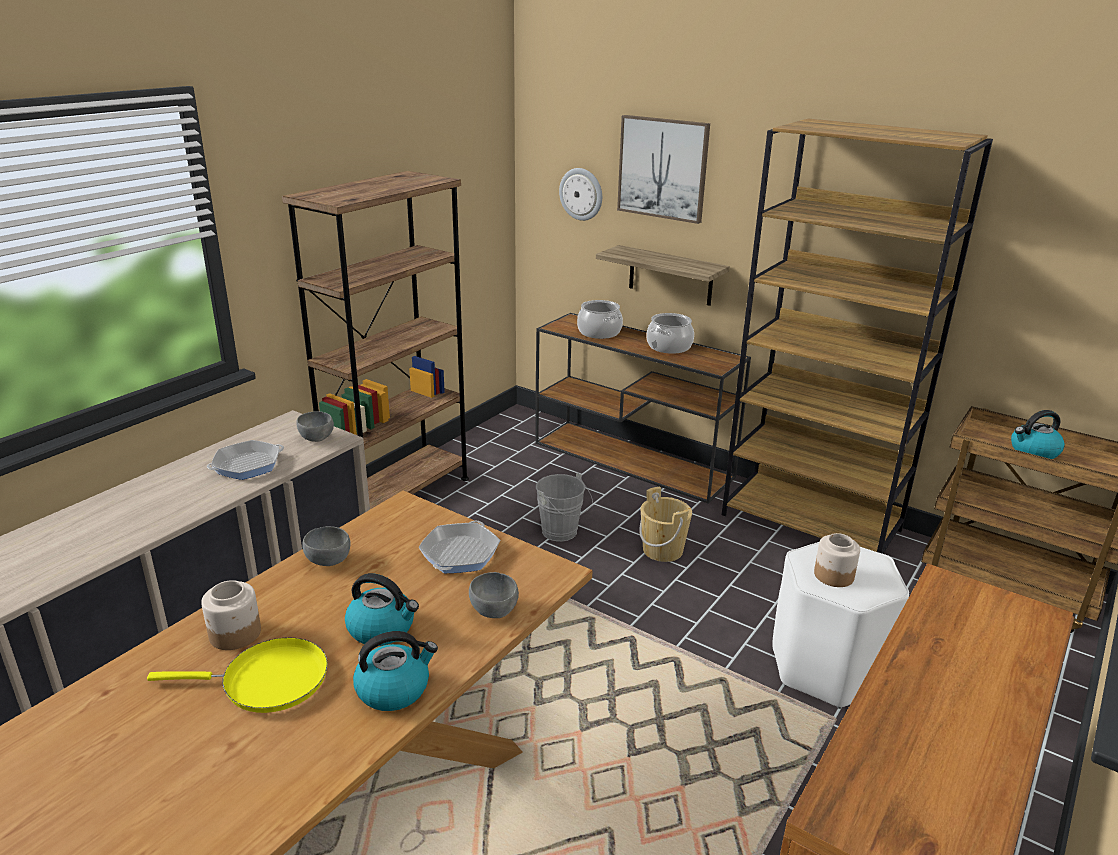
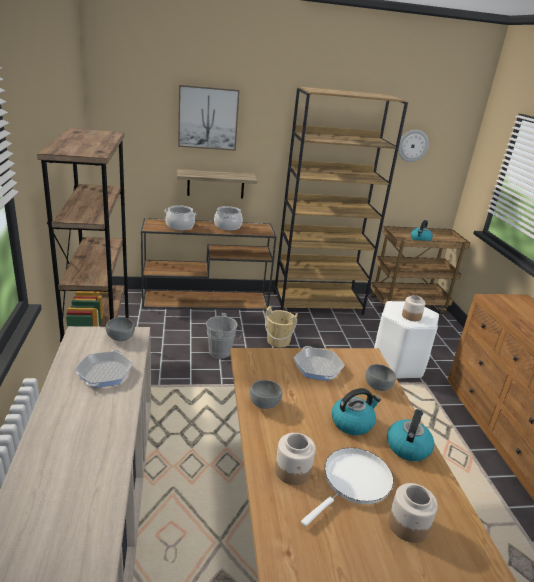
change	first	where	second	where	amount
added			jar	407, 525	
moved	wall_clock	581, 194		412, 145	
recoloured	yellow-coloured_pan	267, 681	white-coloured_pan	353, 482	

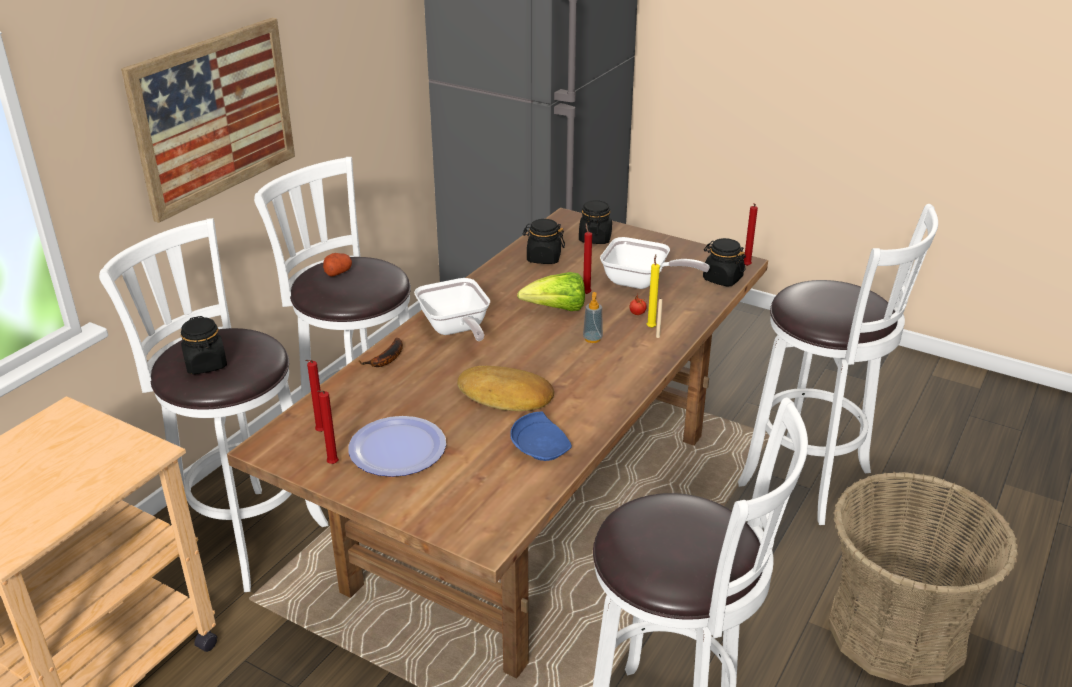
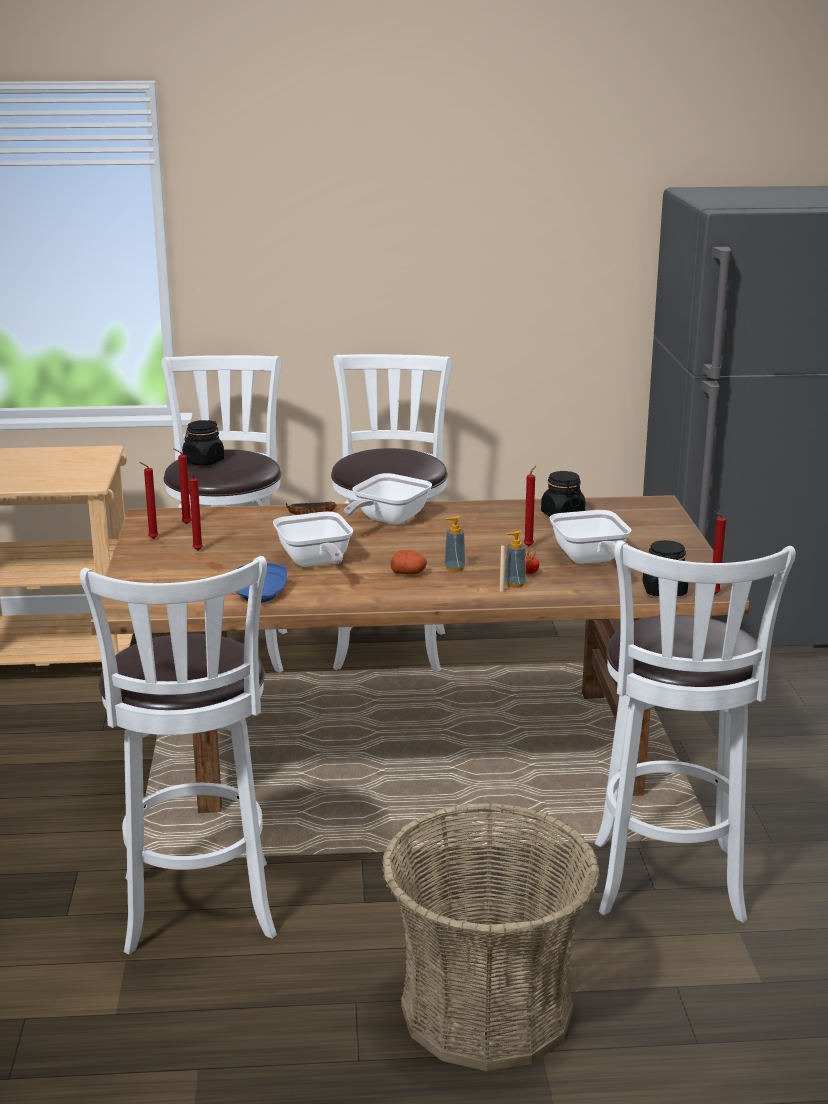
change	first	where	second	where	amount
removed	picture	214, 116			
removed	lettuce_head	556, 310			
removed	black_jar	595, 238			
moved	whole_potato	338, 272		409, 573	
replaced	plate	397, 448	red-coloured_candle	197, 551	
replaced	baked_bread	505, 396	pan	315, 563	
replaced	yellow-coloured_candle	651, 327	liquid_soap_bottle	514, 584	

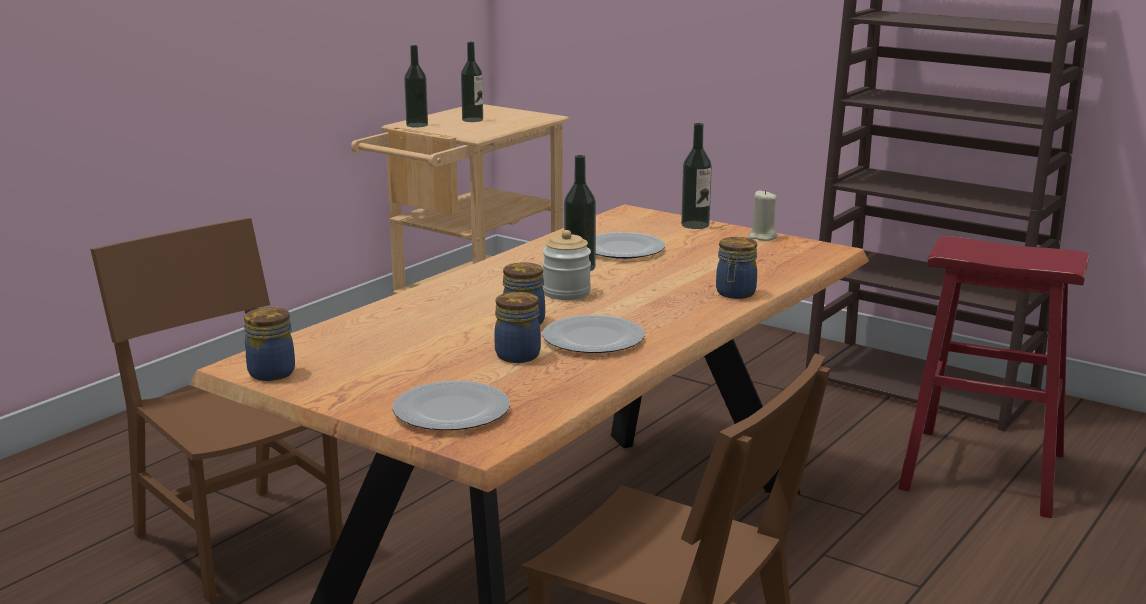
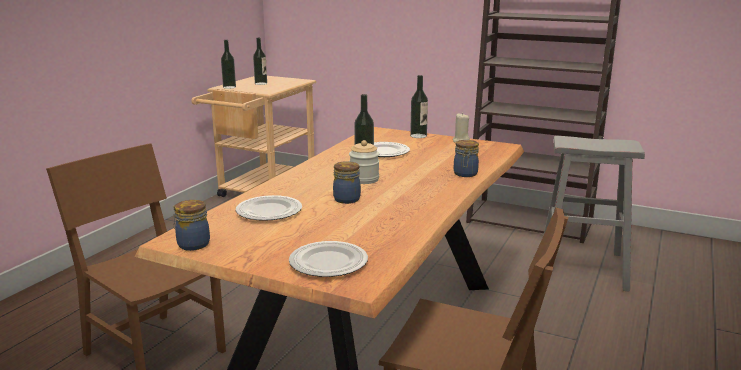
change	first	where	second	where	amount
removed	jar	517, 355			
moved	plate	594, 339		270, 211	
recoloured	red-coloured_stool	983, 471	grey_stool	582, 267	

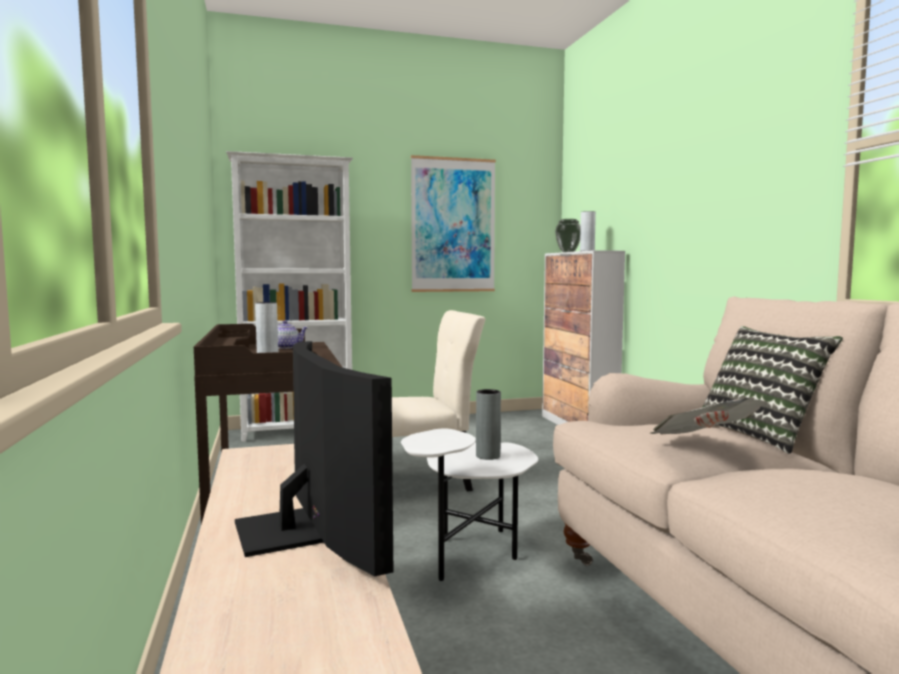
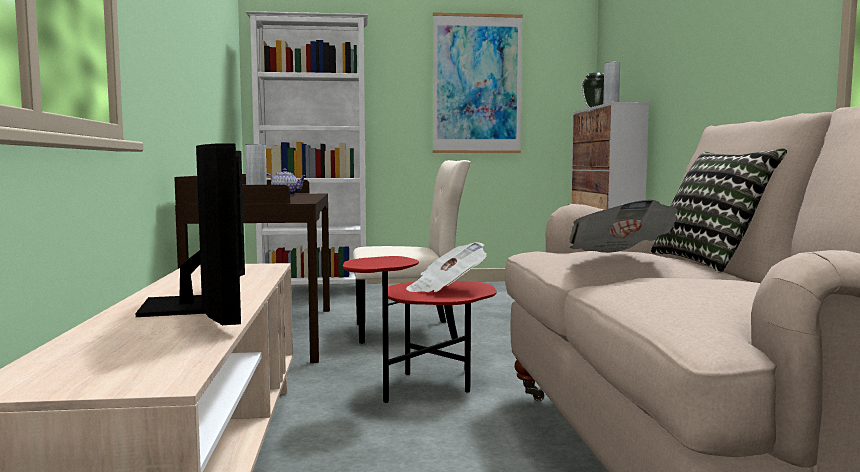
change	first	where	second	where	amount
replaced	grey_flower_vase	488, 456	daily_paper	446, 289	
recoloured	white-coloured_accent_table	470, 556	red-coloured_accent_table	425, 387	

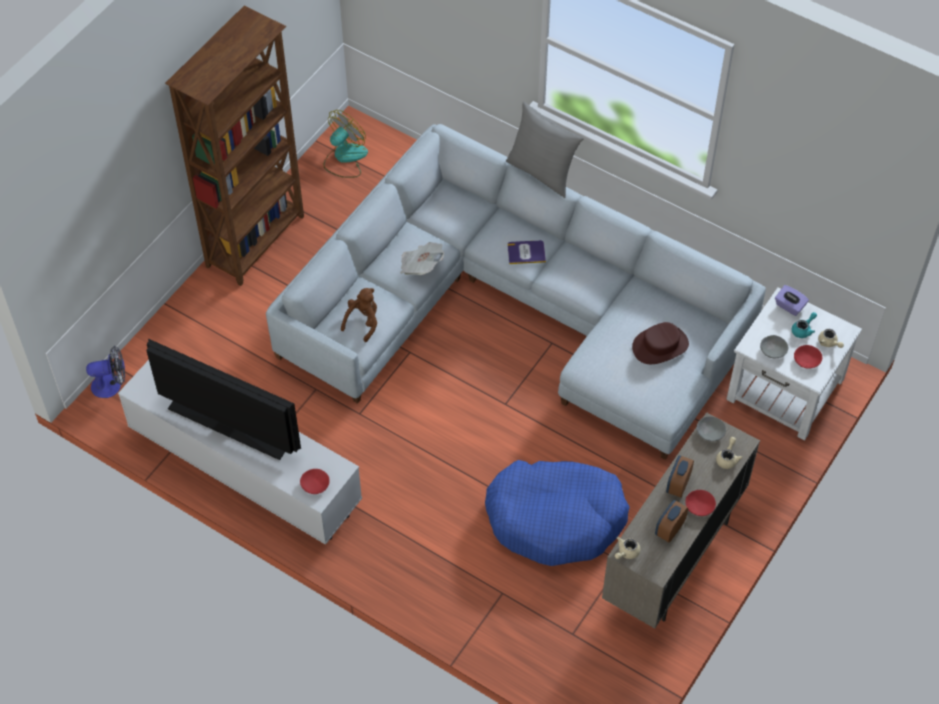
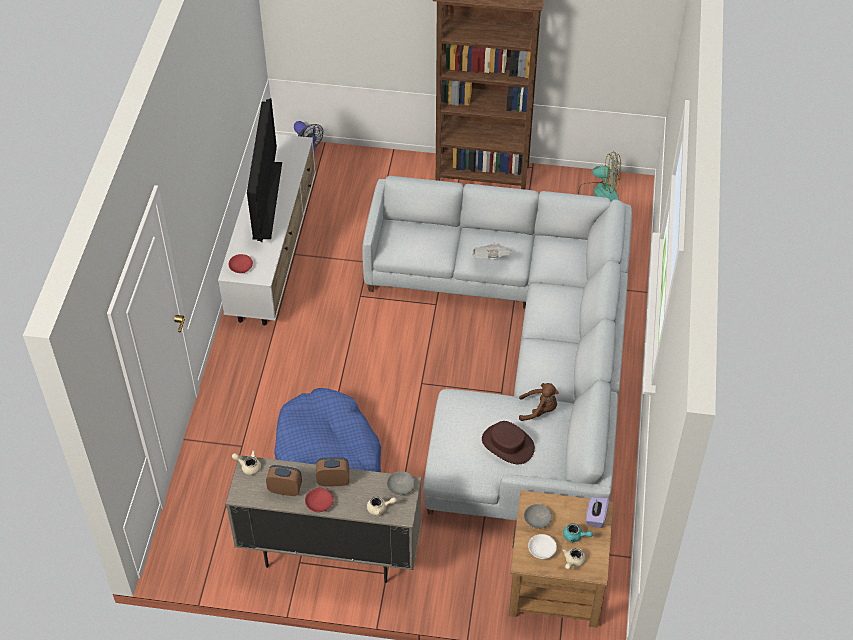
change	first	where	second	where	amount
removed	grey_cushion	542, 172			
removed	volume	526, 252			
moved	brown-coloured_plush_toy	363, 322		539, 410	
recoloured	white-coloured_accent_table	785, 389	brown-coloured_accent_table	556, 582	
recoloured	red-coloured_bowl	806, 360	white-coloured_bowl	541, 549	

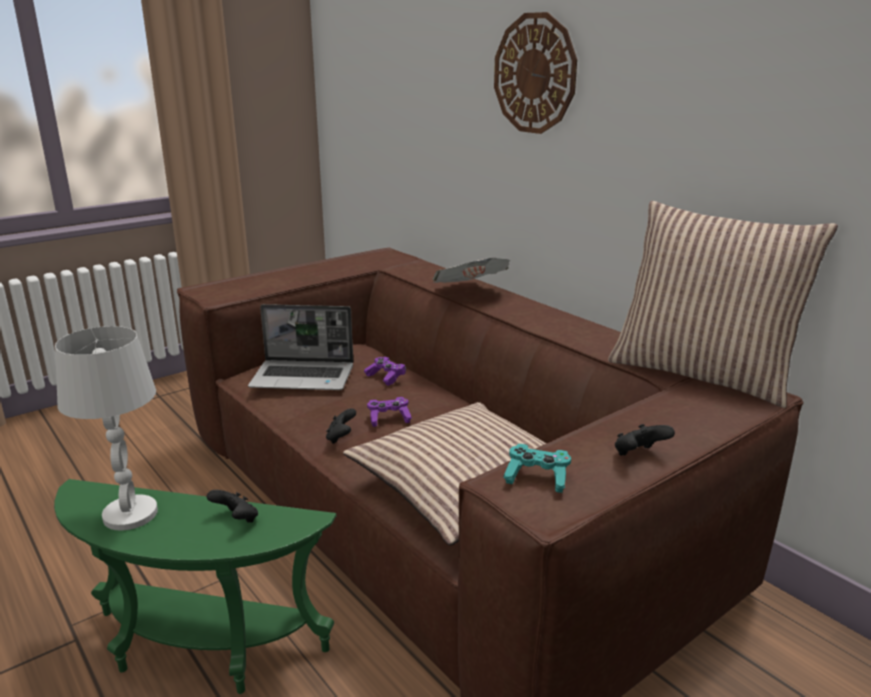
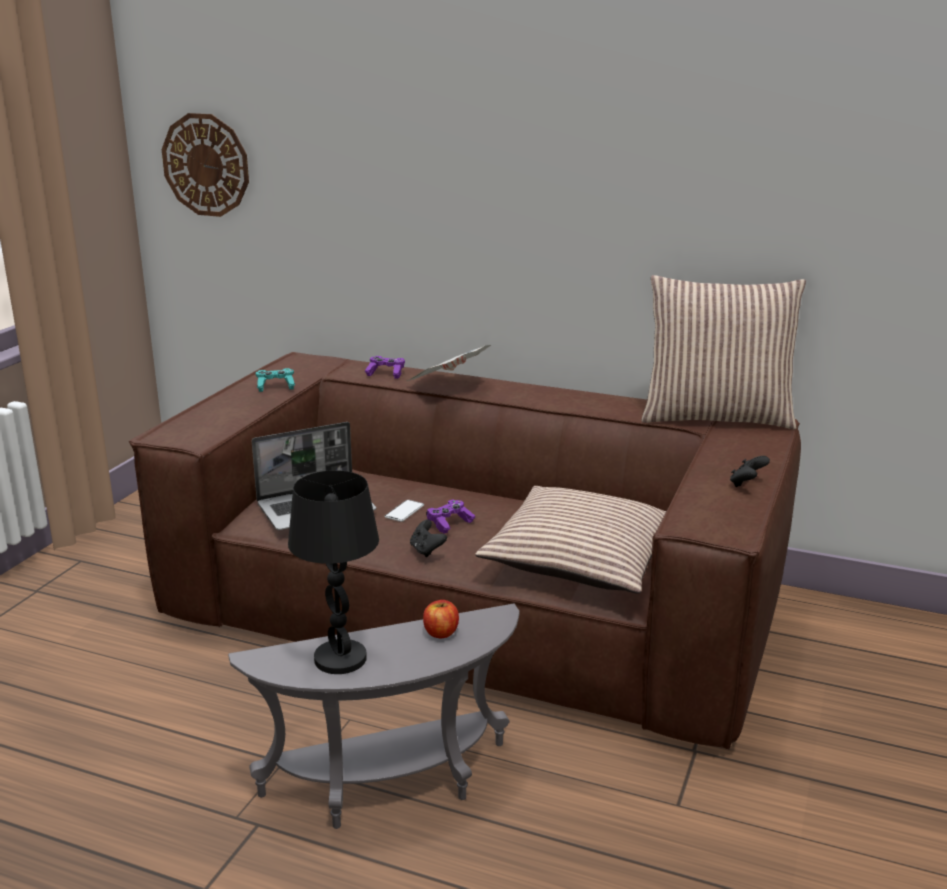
change	first	where	second	where	amount
added			handset	404, 511	
moved	purple_joypad	385, 377		386, 373	
moved	wall_clock	534, 74		206, 165	
moved	turquoise-coloured_joypad	537, 478		275, 386	
replaced	black_joypad	236, 519	apple	441, 633	
recoloured	green-coloured_accent_table	199, 652	grey_accent_table	391, 787	
recoloured	white-coloured_table_lamp	131, 514	black_table_lamp	341, 659	

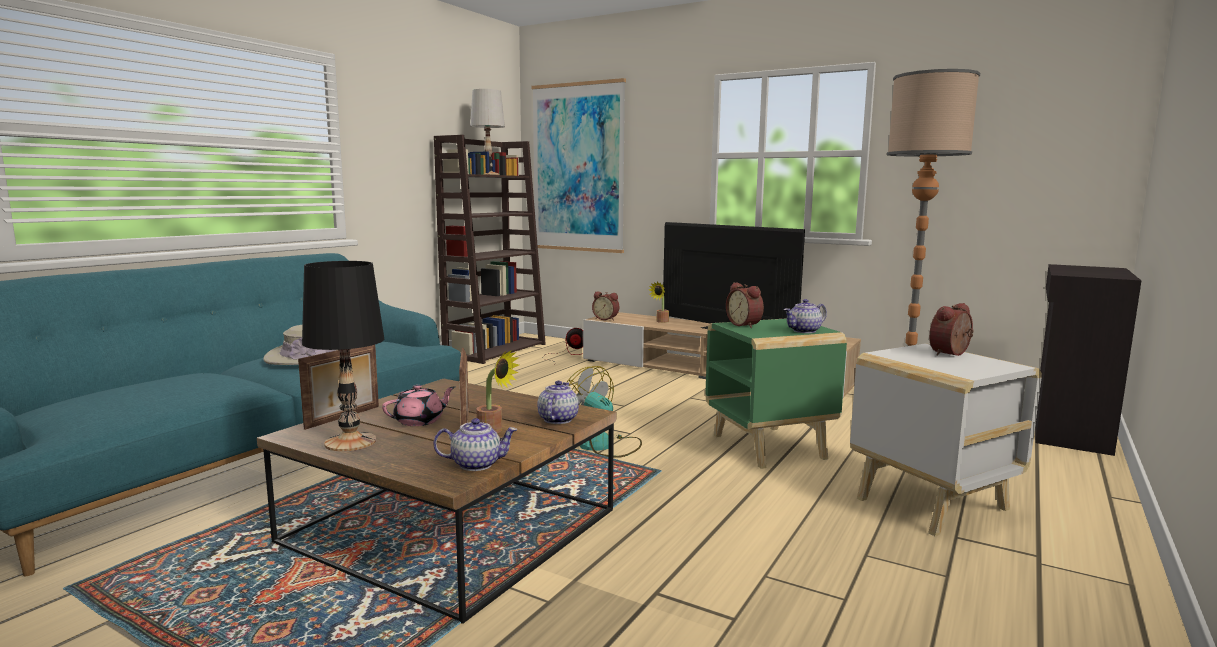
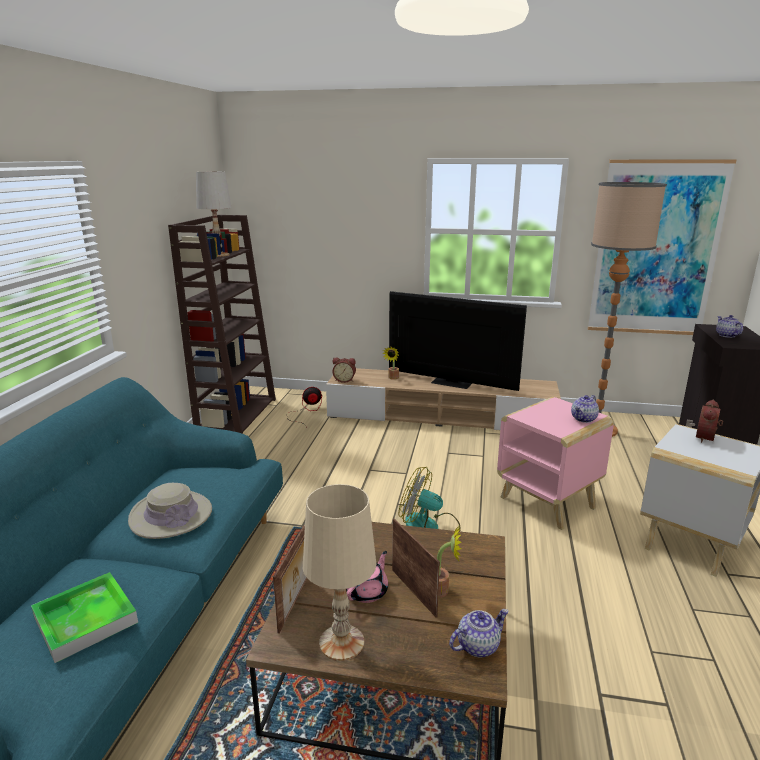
change	first	where	second	where	amount
removed	alarm_clock	745, 325			
added			serving_tray	85, 620	
moved	picture	578, 168		656, 249	
moved	tea_pot	557, 419		726, 335	
recoloured	black_table_lamp	351, 442	beige-coloured_table_lamp	342, 642	
recoloured	green-coloured_accent_table	770, 447	pinkish_accent_table	549, 503	

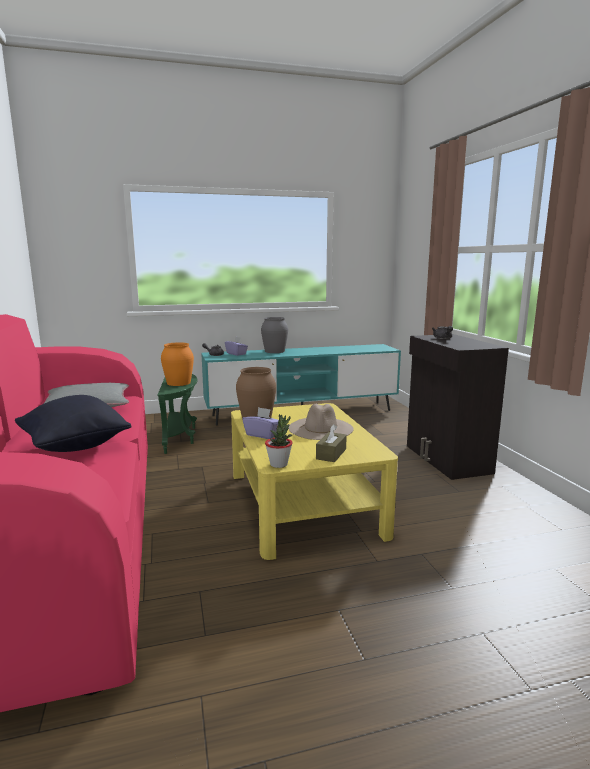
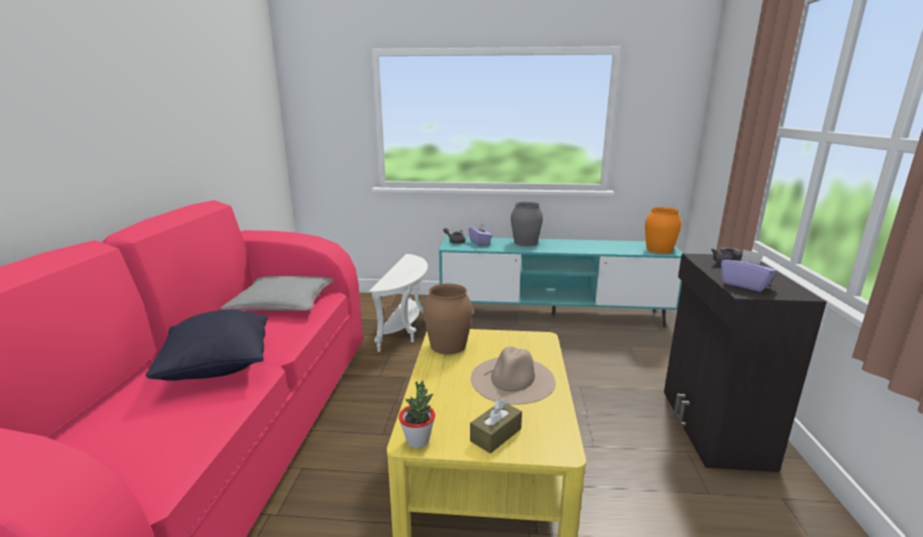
change	first	where	second	where	amount
moved	orange_flower_vase	178, 383		658, 249	
moved	purple_tissue_box	262, 435		745, 284	
recoloured	green-coloured_accent_table	180, 436	white-coloured_accent_table	406, 329	

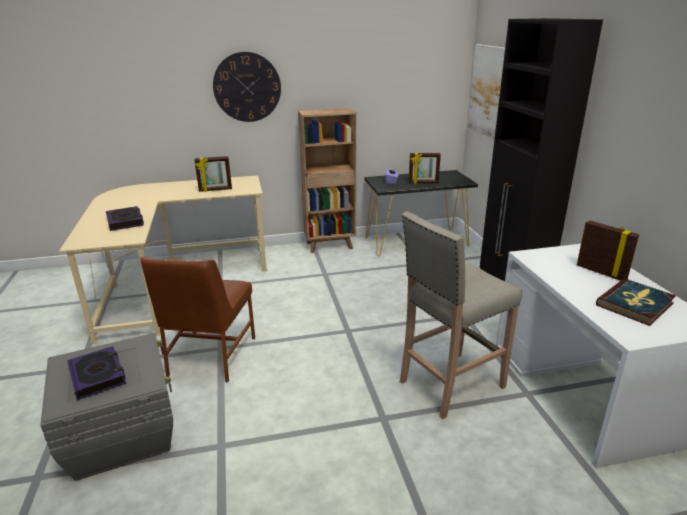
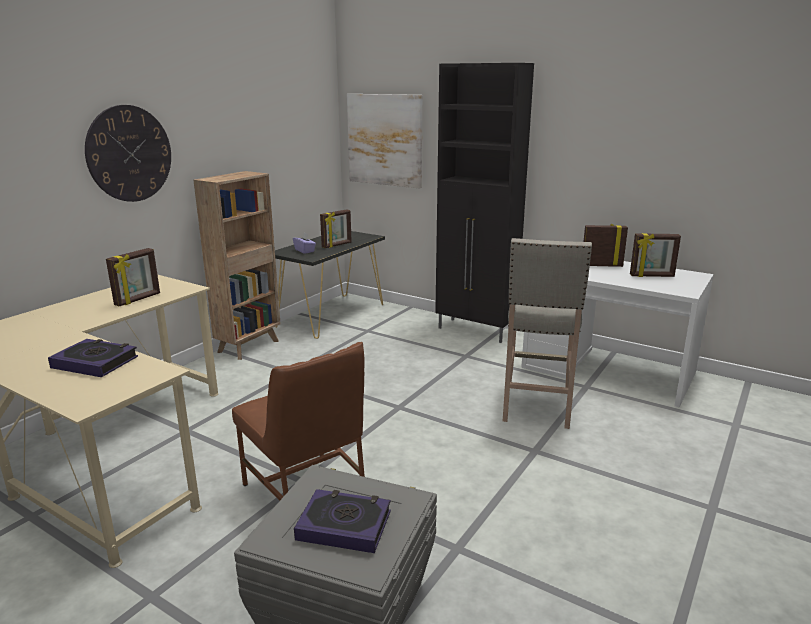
change	first	where	second	where	amount
replaced	volume	635, 304	picture_frame	652, 276	

